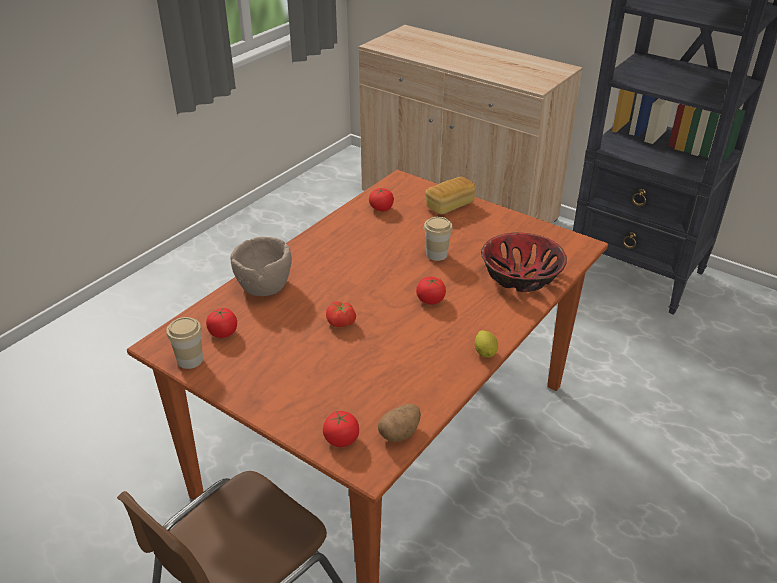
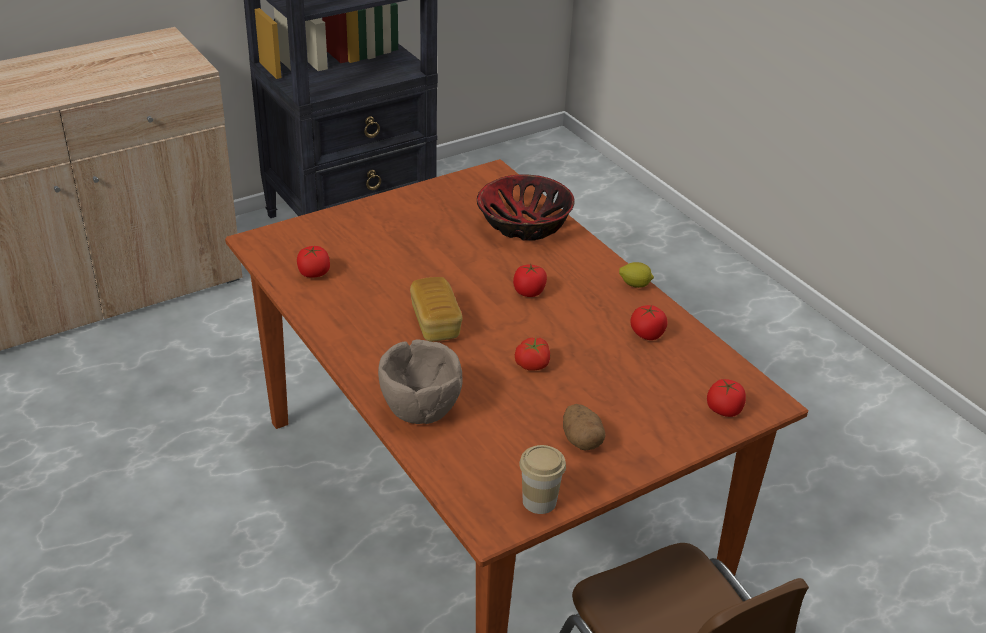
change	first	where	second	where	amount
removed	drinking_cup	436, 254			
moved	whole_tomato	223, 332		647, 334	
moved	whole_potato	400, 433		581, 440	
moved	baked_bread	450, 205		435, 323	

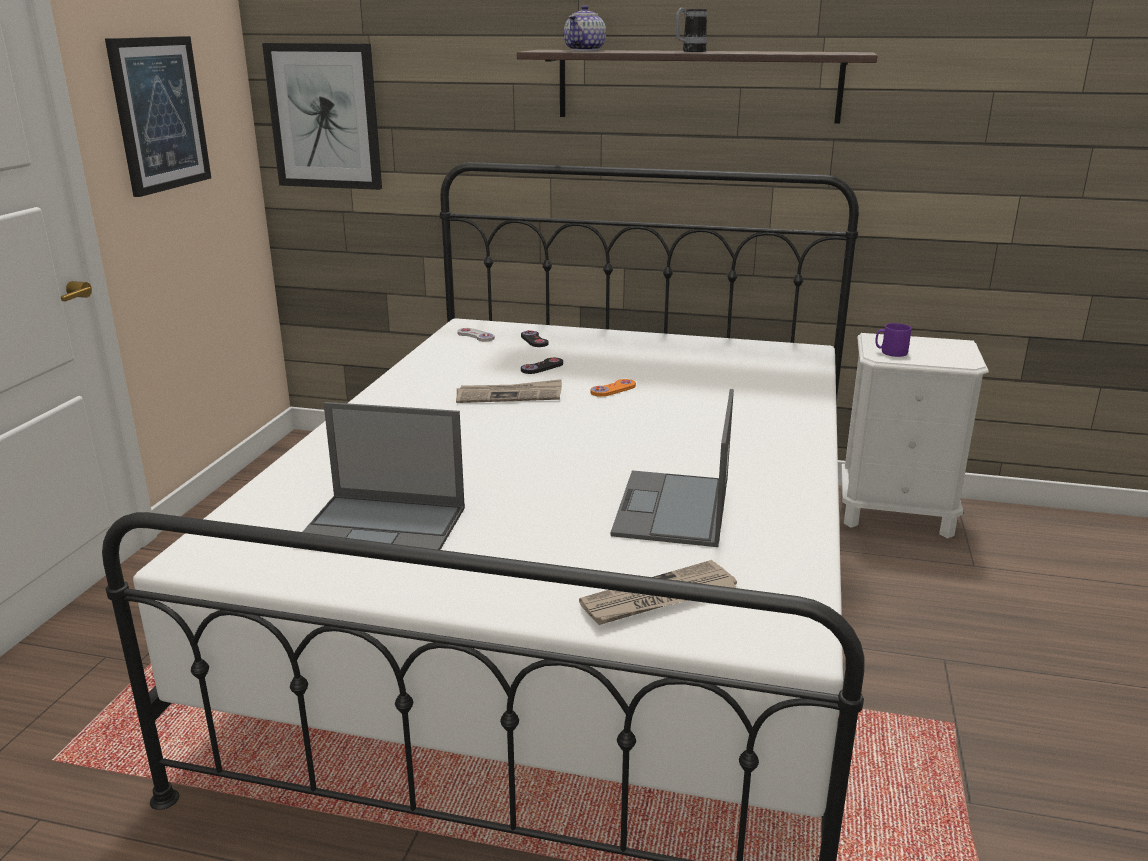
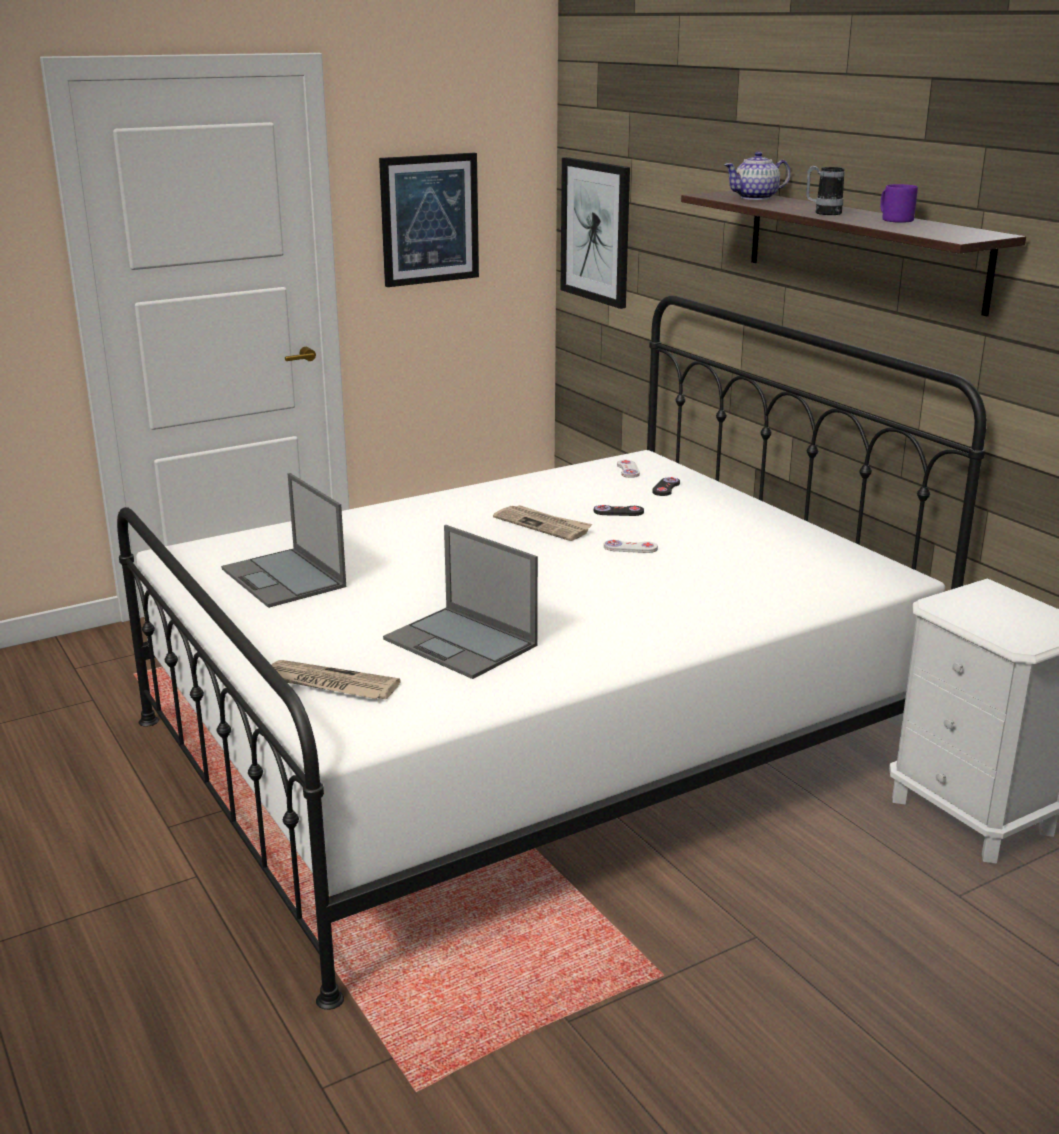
change	first	where	second	where	amount
moved	purple_tea_mug	890, 352		894, 220	
recoloured	orange_joypad	613, 389	white-coloured_joypad	630, 548	
turned	portable_computer	672, 509		462, 643	105 degrees counterclockwise

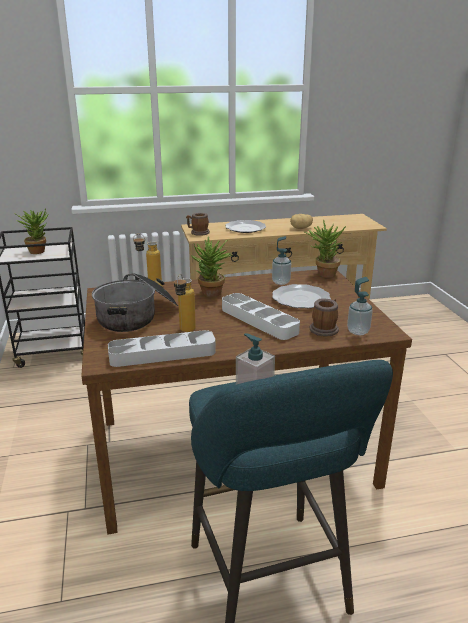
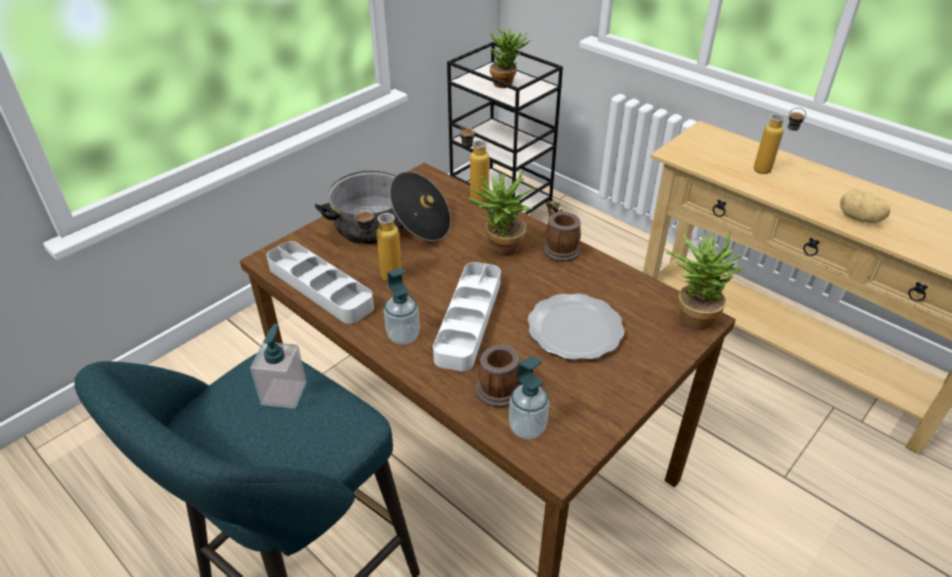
change	first	where	second	where	amount
moved	tea_mug	198, 232		559, 248	
moved	liquid_soap_bottle	281, 282		403, 336	
replaced	plate	244, 228	drink_bottle	769, 171	

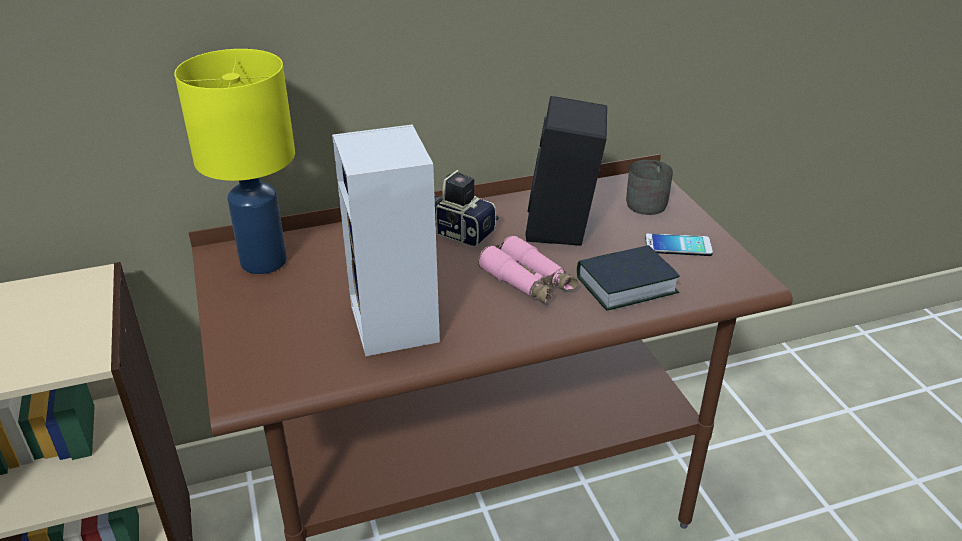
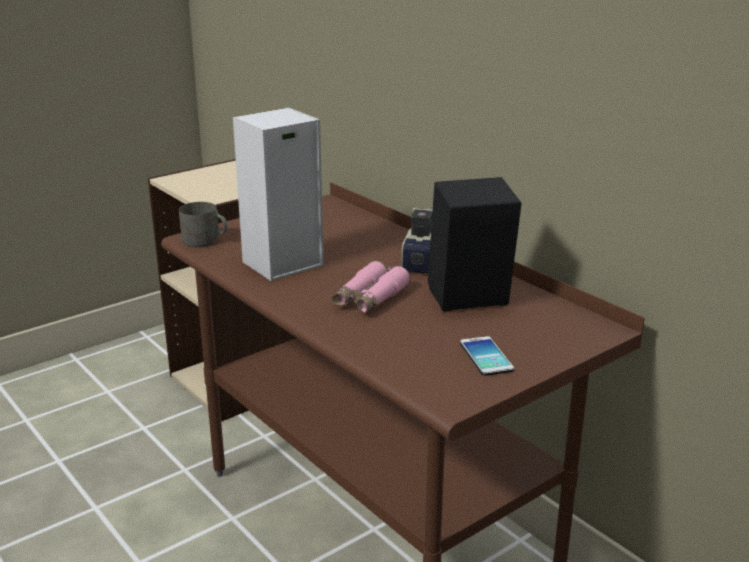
change	first	where	second	where	amount
removed	yellow-coloured_table_lamp	265, 260			
removed	volume	626, 285			
moved	grey_tea_mug	649, 202		205, 241	

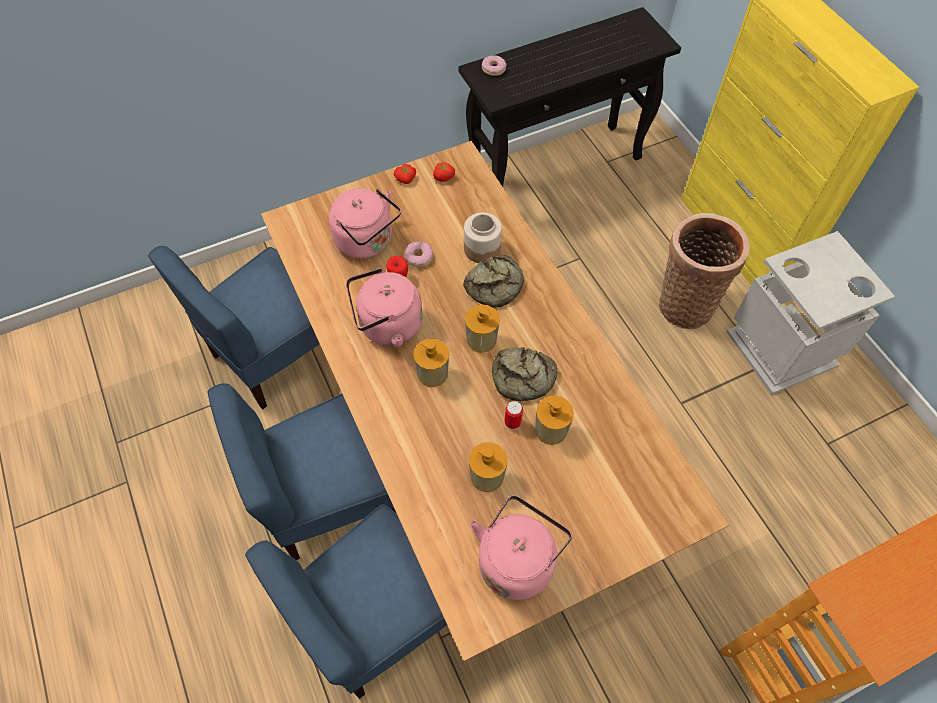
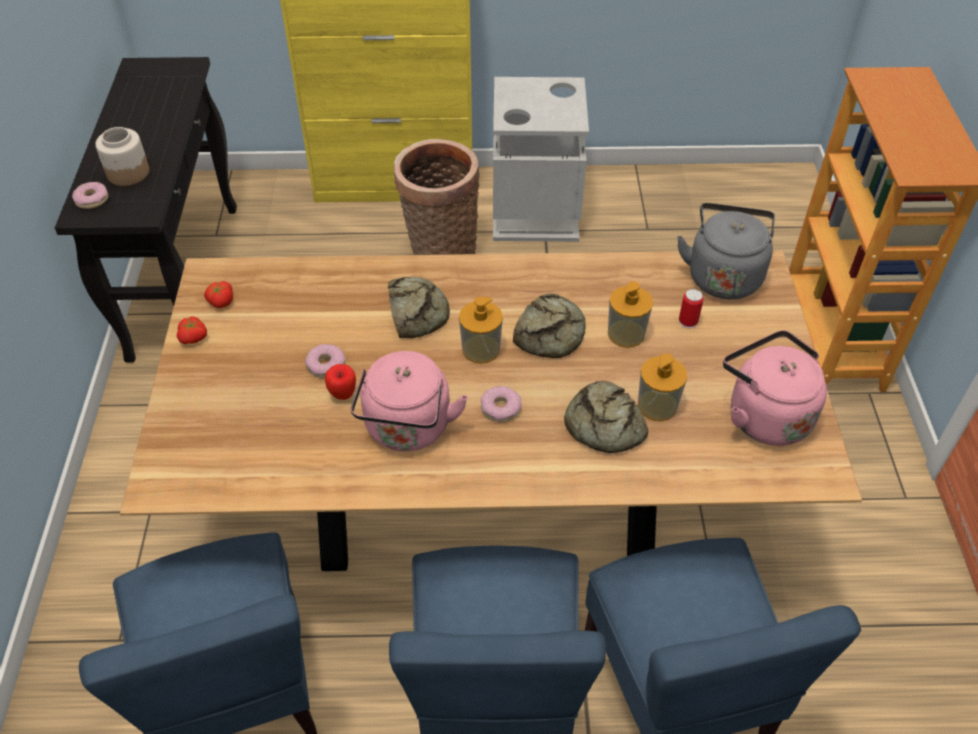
change	first	where	second	where	amount
removed	pinkish_kettle	367, 242			
added			baked_bread	603, 425	
added			grey_kettle	723, 275	
moved	jar	482, 248		127, 173	
moved	sealed_can	512, 422		688, 321	
replaced	liquid_soap_bottle	432, 373	doughnut	500, 408	

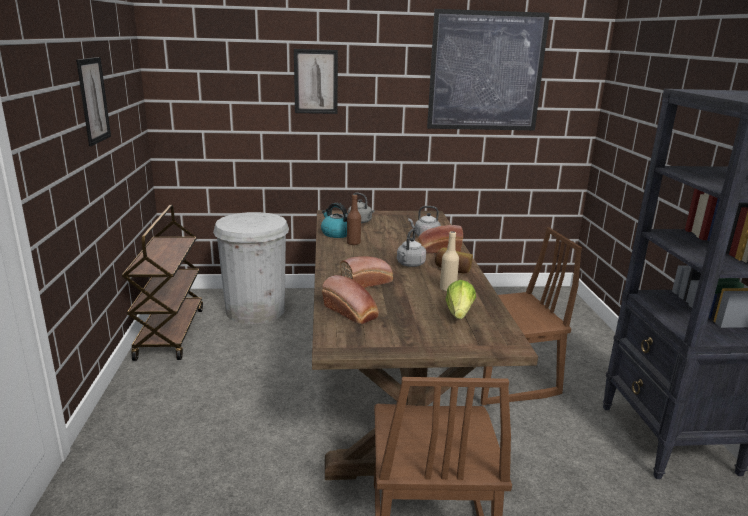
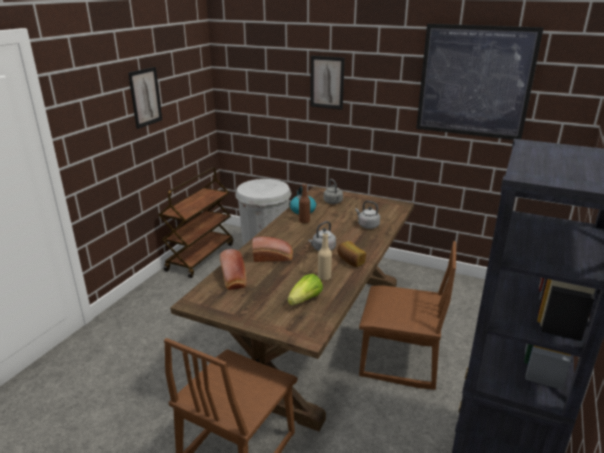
change	first	where	second	where	amount
removed	baked_bread	437, 250			

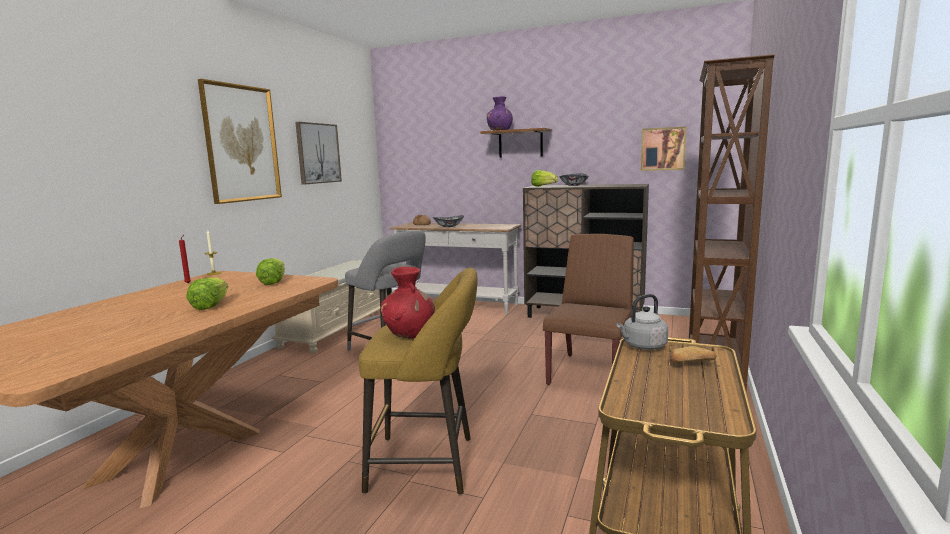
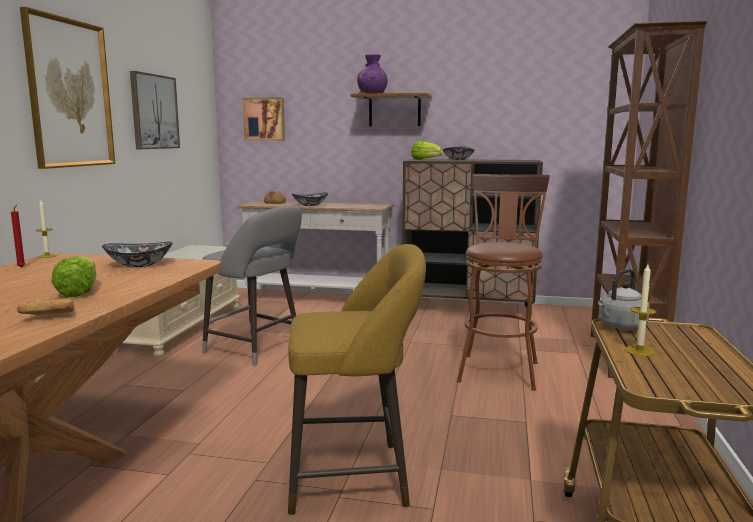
change	first	where	second	where	amount
removed	red-coloured_flower_vase	410, 333			
added			candle	639, 351	
moved	picture	663, 149		264, 119	
moved	baked_bread	687, 364		47, 317	
replaced	lettuce_head	273, 282	bowl	139, 265	
replaced	brown-coloured_chair	590, 373	brown-coloured_stool	499, 368	

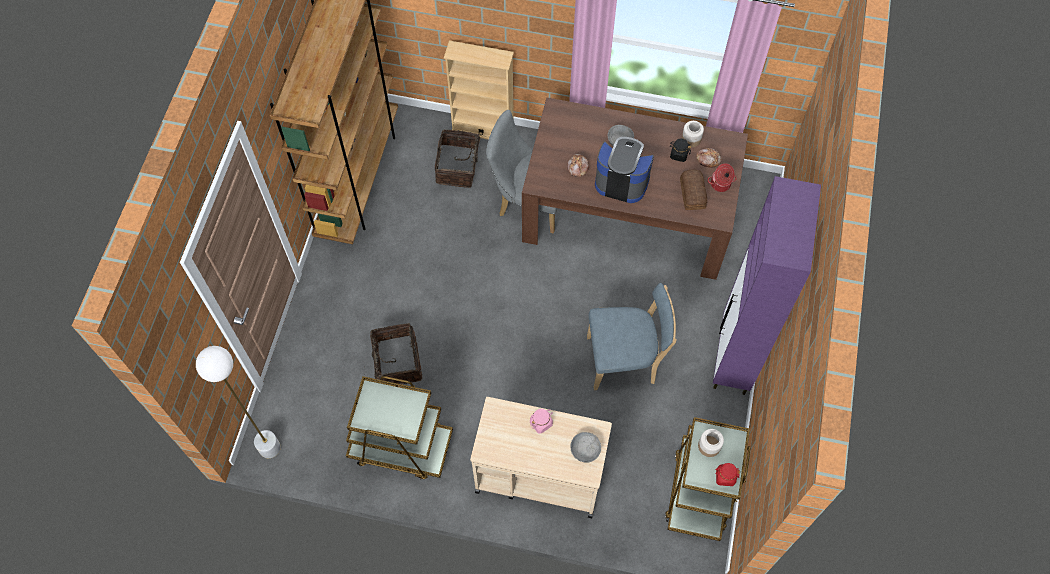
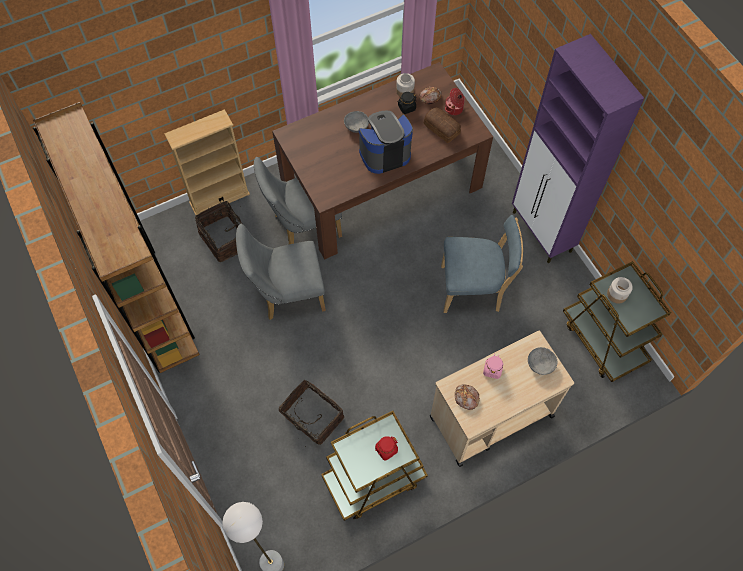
change	first	where	second	where	amount
added			grey_chair	287, 294	
moved	baked_bread	577, 167		466, 398	
moved	red-coloured_jar	725, 477		386, 450	
turned	blue-coloured_chair	624, 360		473, 289	45 degrees clockwise

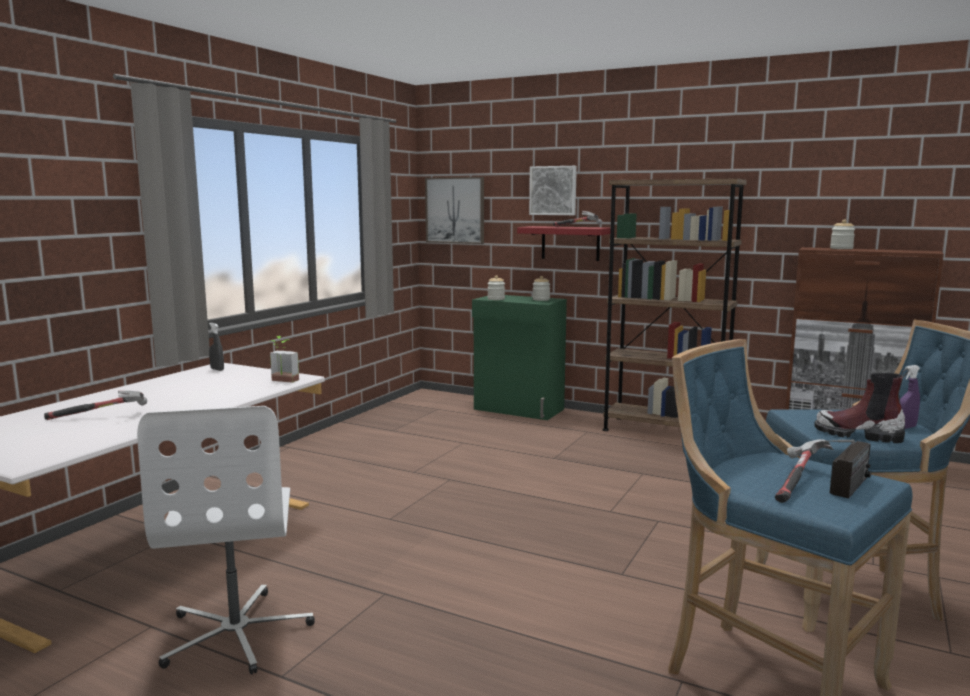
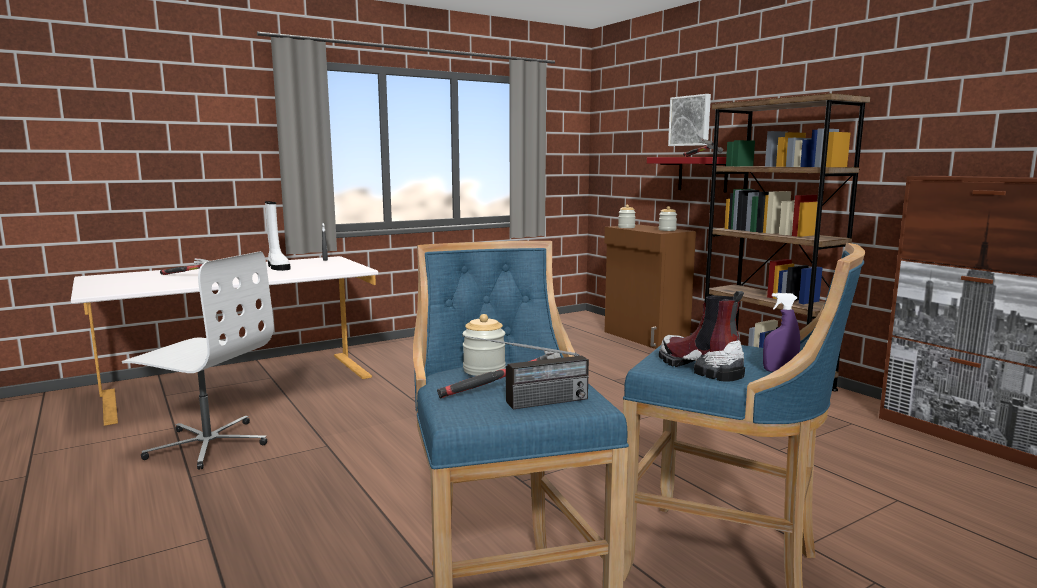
change	first	where	second	where	amount
removed	houseplant	282, 381			
removed	picture	455, 210			
added			white-coloured_boot	277, 267	
moved	jar	841, 248		484, 370	
recoloured	green-coloured_storage_cabinet	519, 409	brown-coloured_storage_cabinet	645, 337	
turned	white-coloured_office_chair	237, 633		208, 444	90 degrees counterclockwise

